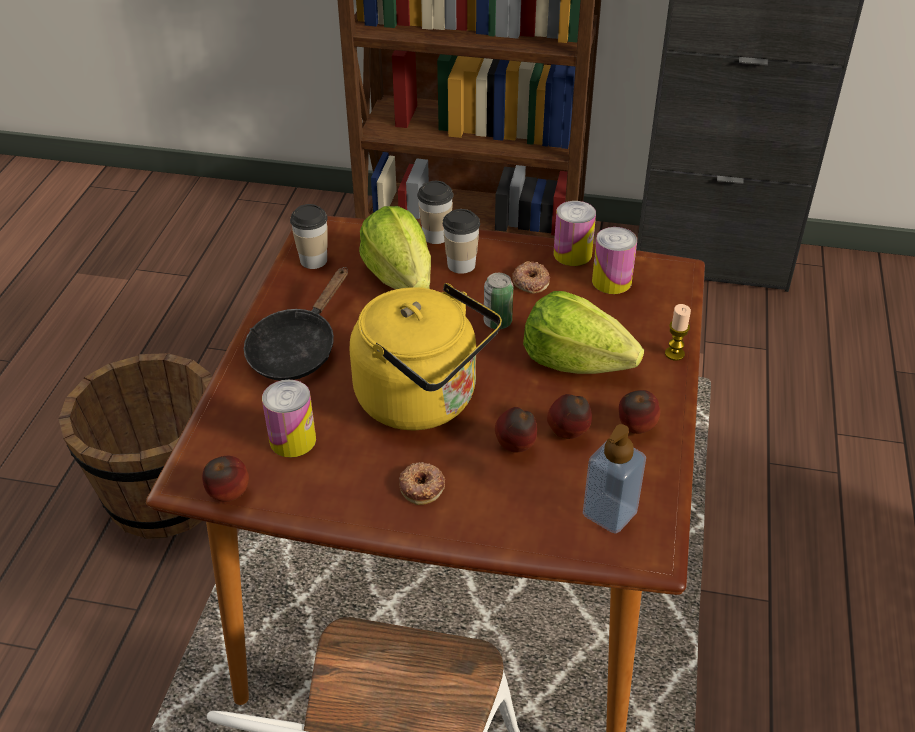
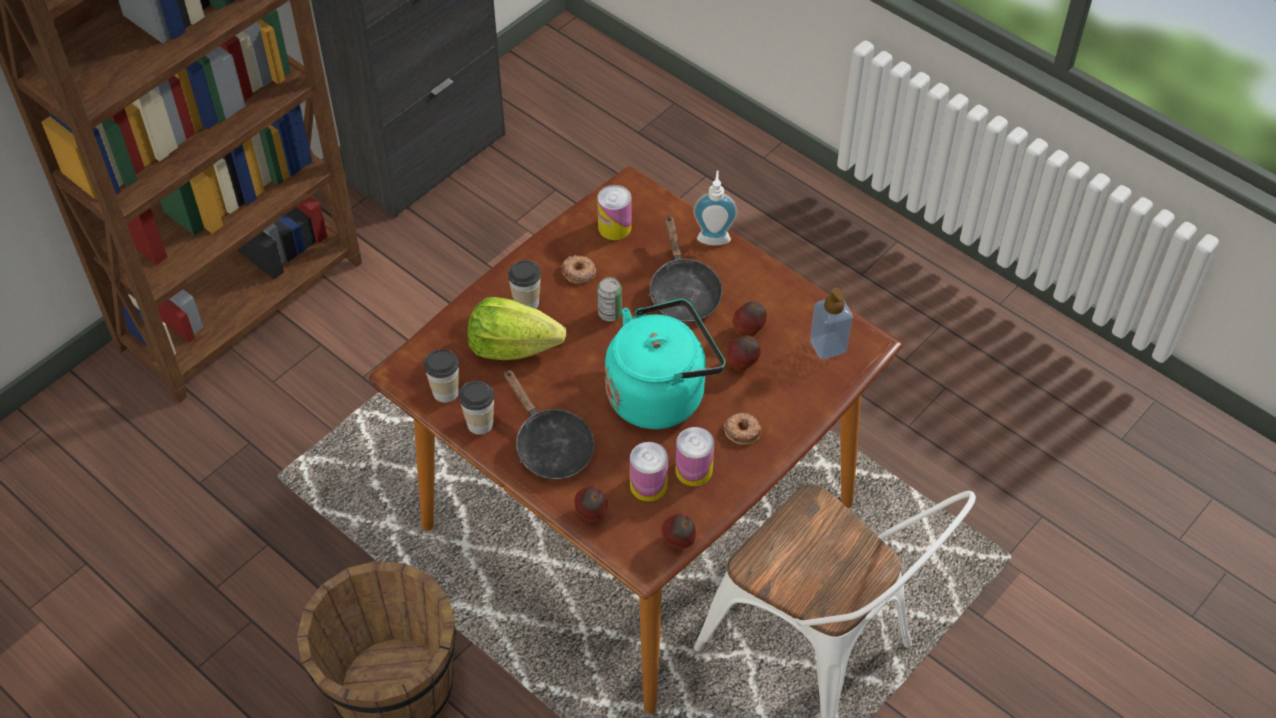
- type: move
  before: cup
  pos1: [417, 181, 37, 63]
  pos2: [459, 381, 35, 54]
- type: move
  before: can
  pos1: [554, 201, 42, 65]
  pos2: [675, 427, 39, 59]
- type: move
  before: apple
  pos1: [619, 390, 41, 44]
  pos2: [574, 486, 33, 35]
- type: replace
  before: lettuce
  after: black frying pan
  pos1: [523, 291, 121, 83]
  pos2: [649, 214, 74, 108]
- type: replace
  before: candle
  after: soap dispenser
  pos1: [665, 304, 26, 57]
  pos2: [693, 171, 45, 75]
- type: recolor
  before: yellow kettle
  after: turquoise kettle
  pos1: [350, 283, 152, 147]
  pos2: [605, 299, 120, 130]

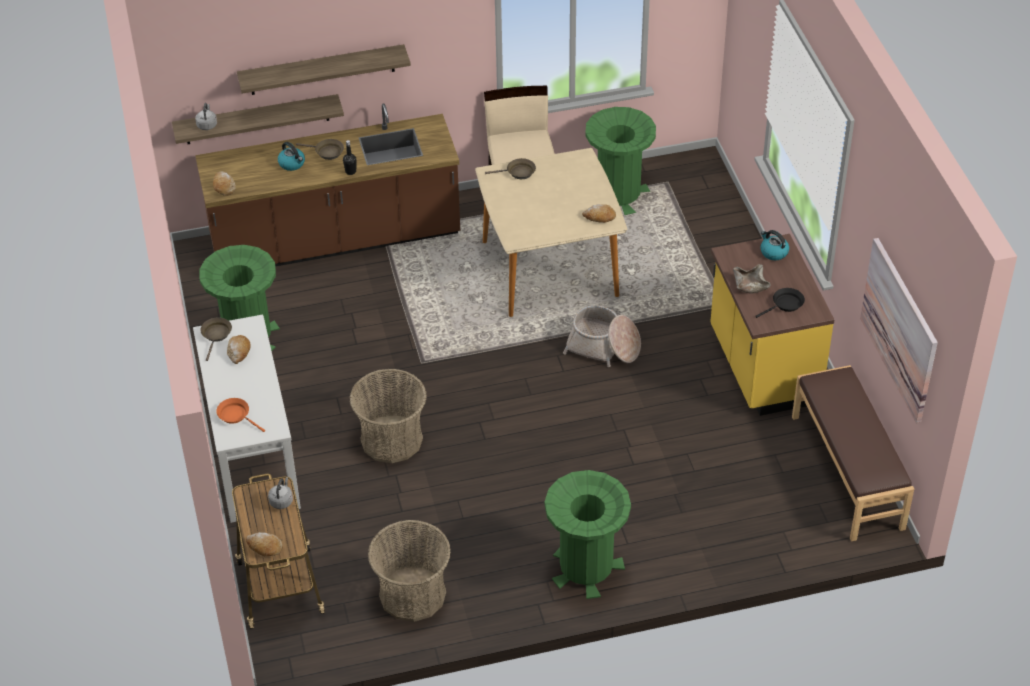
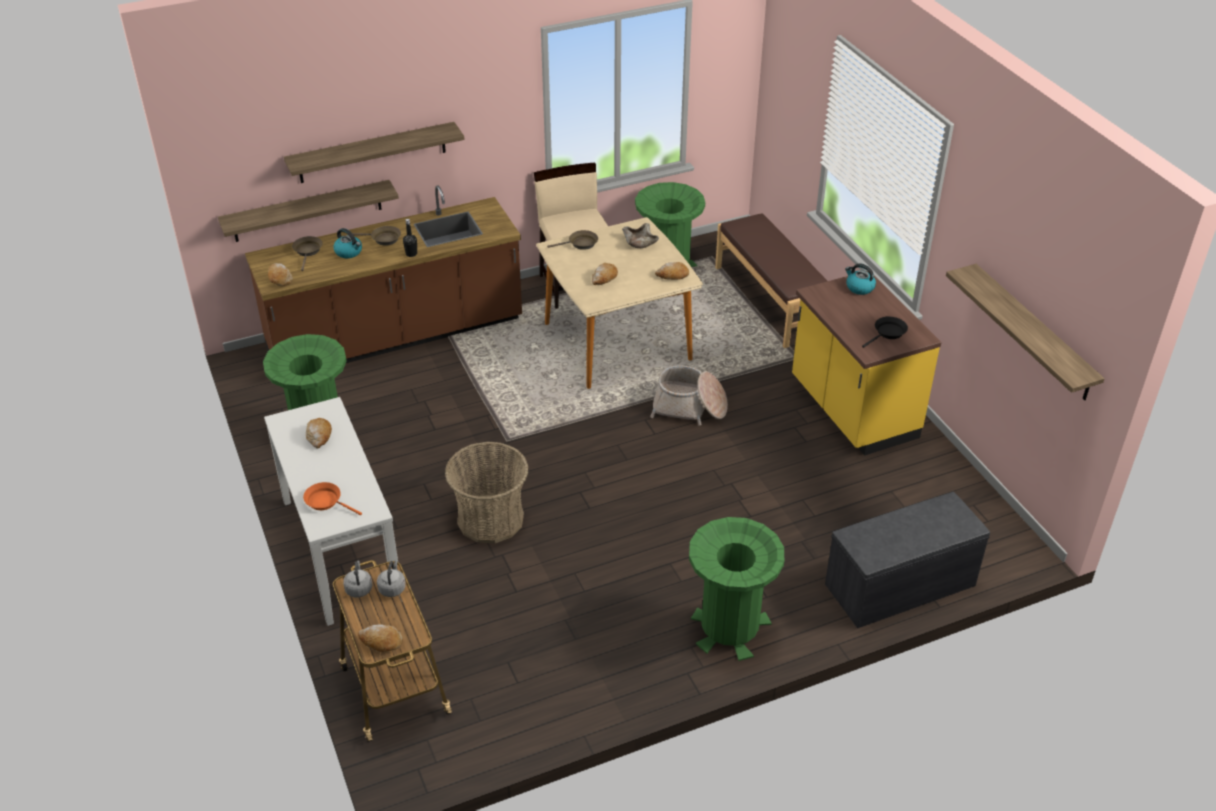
- type: delete
  before: basket
  pos1: [368, 520, 83, 102]
- type: insert
  after: bread
  pos2: [592, 263, 26, 22]
- type: insert
  after: grey bench
  pos2: [825, 492, 165, 136]
- type: move
  before: grey kettle
  pos1: [195, 103, 22, 27]
  pos2: [343, 561, 30, 37]
- type: move
  before: brown frying pan
  pos1: [200, 317, 32, 44]
  pos2: [292, 236, 30, 35]
- type: move
  before: beige bowl
  pos1: [733, 264, 38, 30]
  pos2: [622, 223, 37, 25]
- type: move
  before: brown bench
  pos1: [792, 365, 122, 176]
  pos2: [715, 213, 112, 135]
- type: replace
  before: picture
  after: shelf
  pos1: [860, 238, 78, 185]
  pos2: [946, 264, 159, 136]

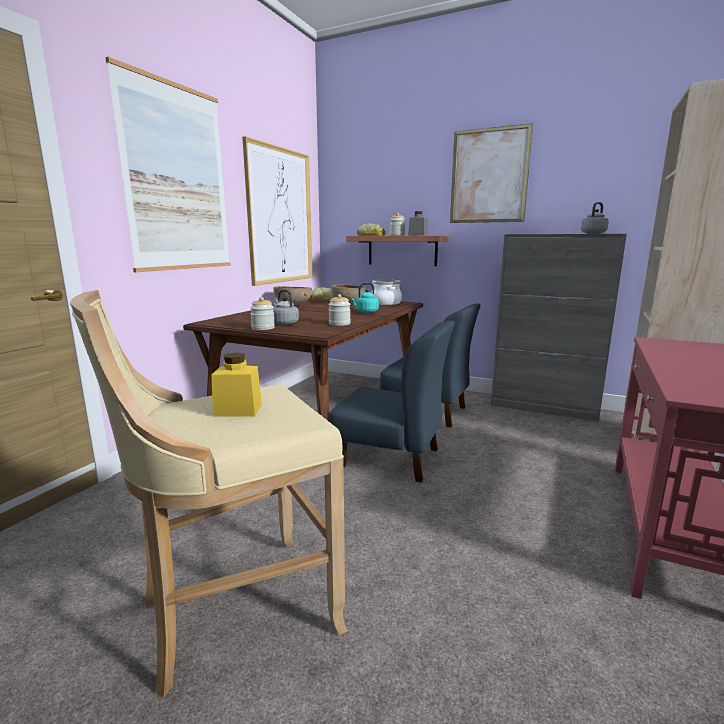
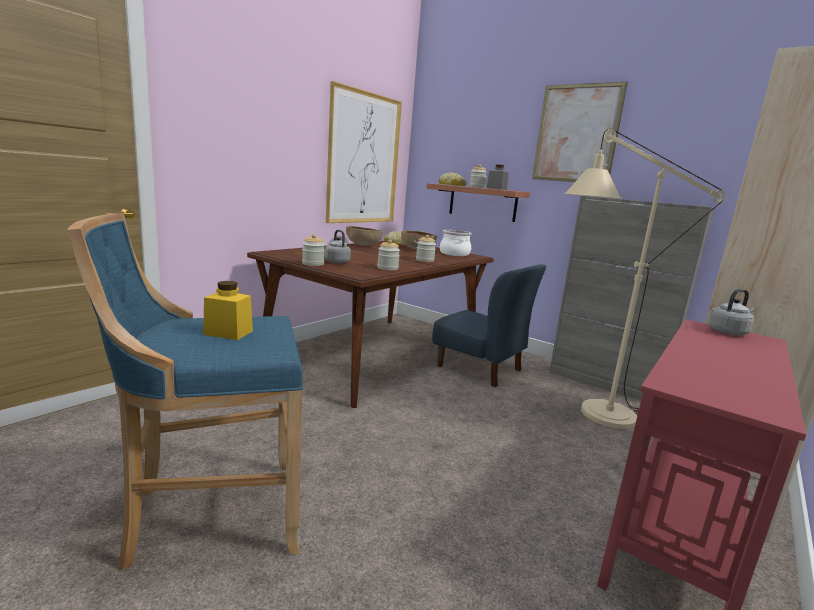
- type: delete
  before: picture
  pos1: [105, 57, 126, 215]
- type: delete
  before: blue chair
  pos1: [329, 321, 126, 162]
- type: insert
  after: beige floor lamp
  pos2: [564, 129, 161, 300]
- type: move
  before: grey kettle
  pos1: [581, 202, 28, 32]
  pos2: [708, 289, 47, 46]
- type: replace
  before: turquoise kettle
  after: jar
  pos1: [350, 283, 29, 30]
  pos2: [416, 235, 20, 27]
- type: recolor
  before: beige stool
  after: blue stool
  pos1: [70, 290, 277, 407]
  pos2: [68, 213, 235, 357]

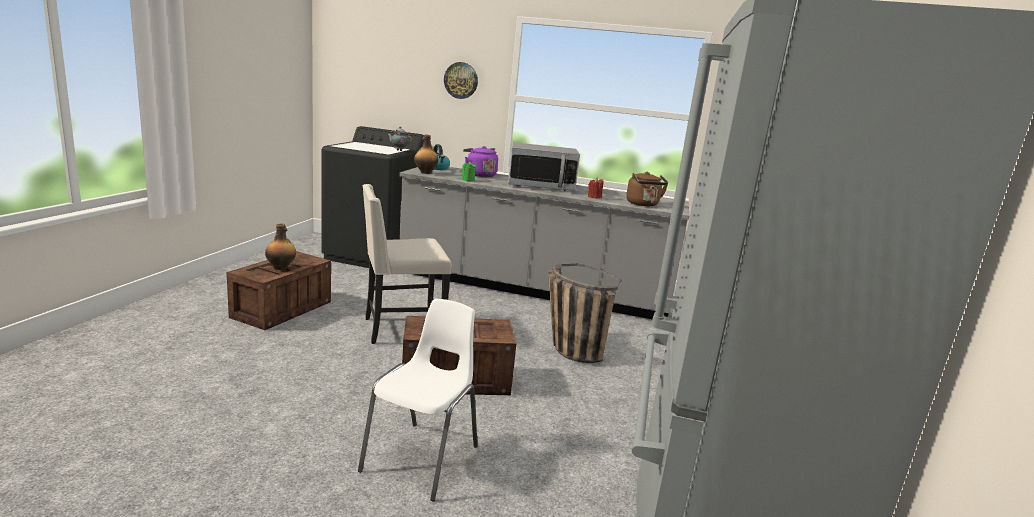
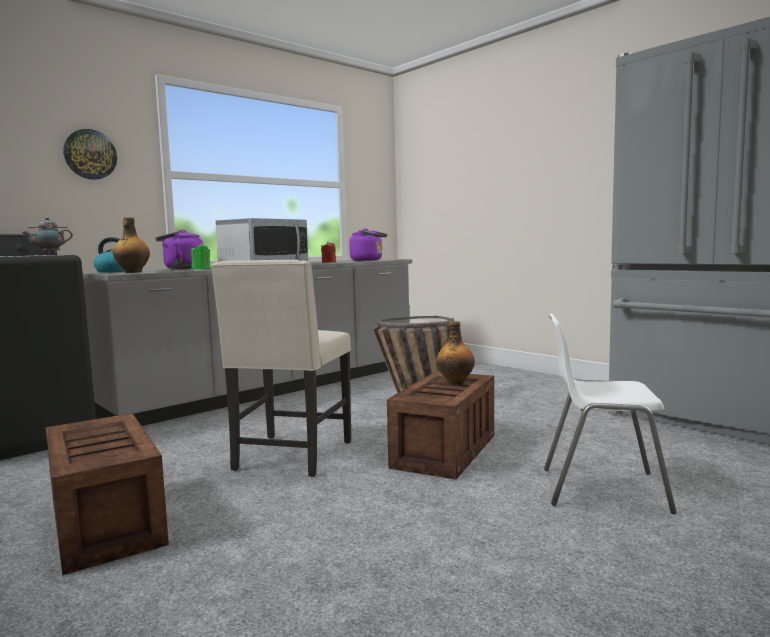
- type: move
  before: bottle
  pos1: [265, 223, 31, 47]
  pos2: [436, 321, 39, 64]
- type: recolor
  before: brown kettle
  after: purple kettle
  pos1: [626, 172, 42, 34]
  pos2: [349, 228, 38, 33]
- type: rotate
  before: white chair
  pos1: [358, 299, 120, 202]
  pos2: [544, 313, 132, 201]
  turn: -45

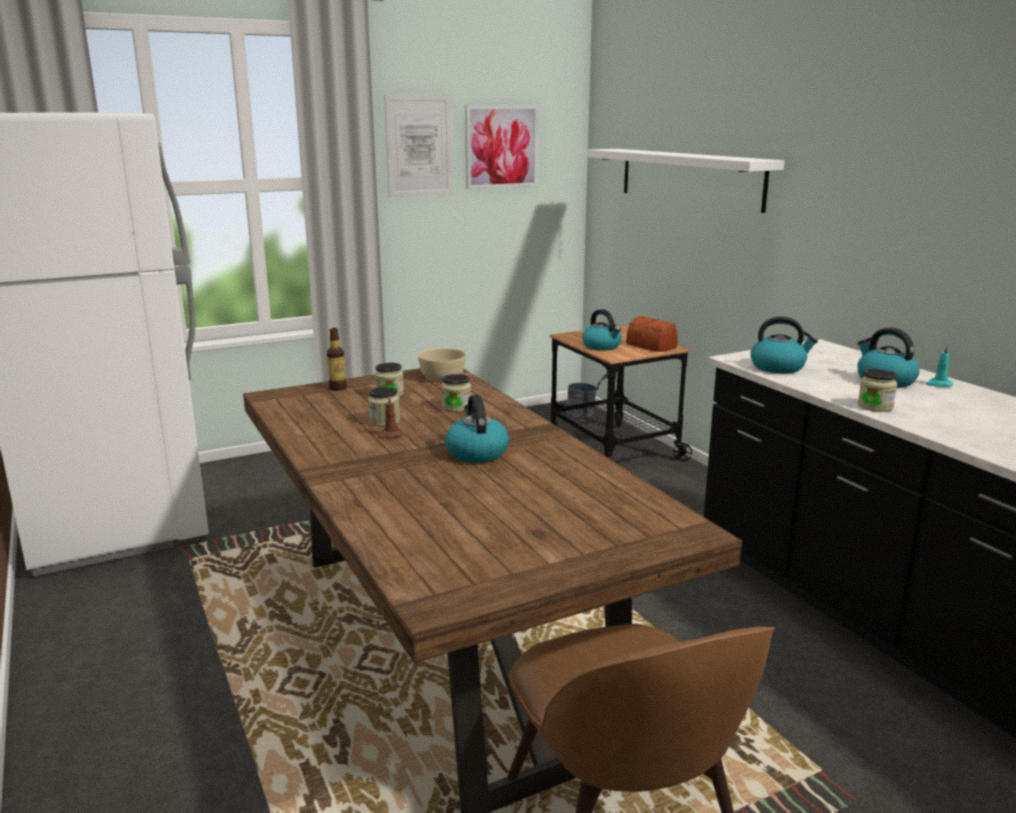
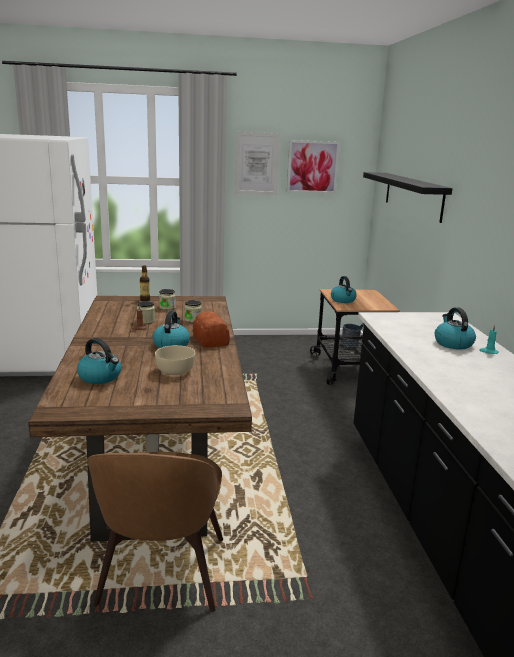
- type: delete
  before: jar
  pos1: [858, 369, 39, 43]
- type: move
  before: beige bowl
  pos1: [418, 348, 48, 33]
  pos2: [155, 345, 40, 30]
- type: move
  before: bread
  pos1: [626, 316, 52, 36]
  pos2: [193, 311, 37, 36]
- type: move
  before: kettle
  pos1: [751, 316, 67, 57]
  pos2: [77, 338, 44, 46]
- type: recolor
  before: white shelf
  after: black shelf
  pos1: [588, 149, 197, 64]
  pos2: [363, 172, 90, 51]

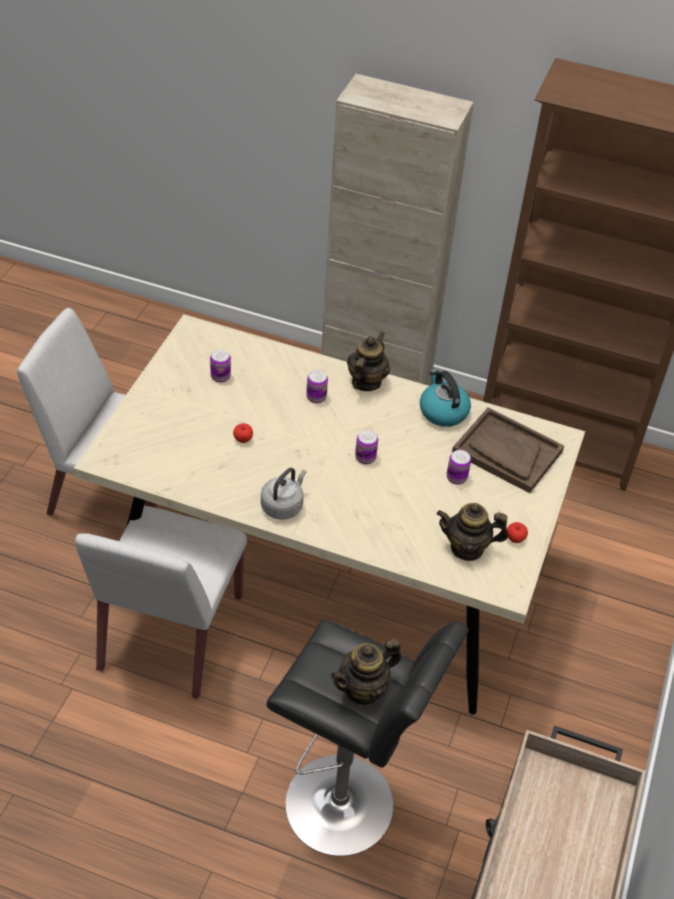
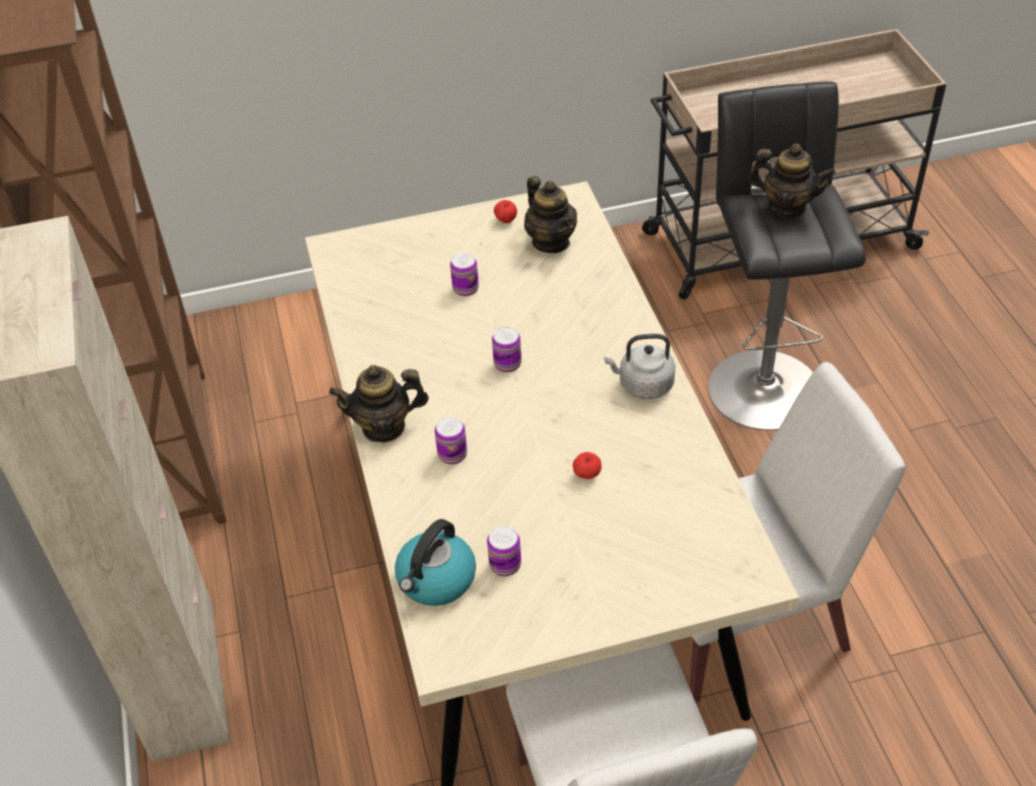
- type: delete
  before: brown tray
  pos1: [452, 408, 112, 85]
- type: move
  before: kettle
  pos1: [420, 370, 51, 57]
  pos2: [395, 519, 81, 87]

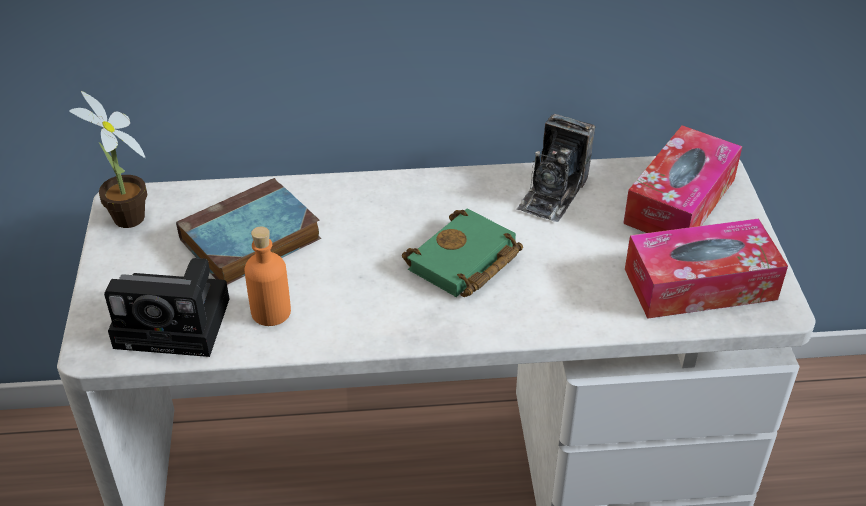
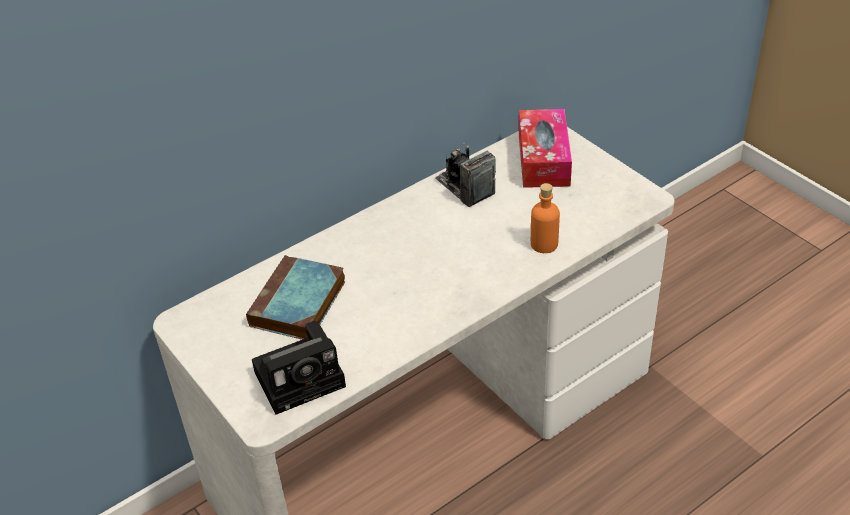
- type: delete
  before: potted plant
  pos1: [69, 91, 78, 137]
- type: delete
  before: green book
  pos1: [402, 208, 121, 89]
- type: delete
  before: tissue box
  pos1: [625, 218, 163, 101]
- type: move
  before: orange bottle
  pos1: [244, 227, 47, 99]
  pos2: [531, 183, 29, 70]
- type: rotate
  before: photo camera
  pos1: [516, 114, 79, 108]
  pos2: [435, 143, 61, 64]
  turn: 150

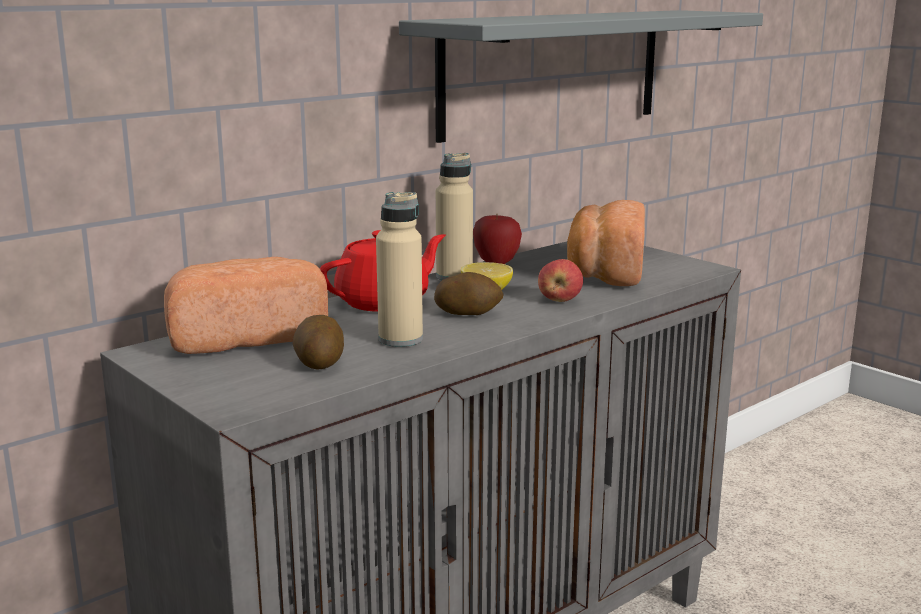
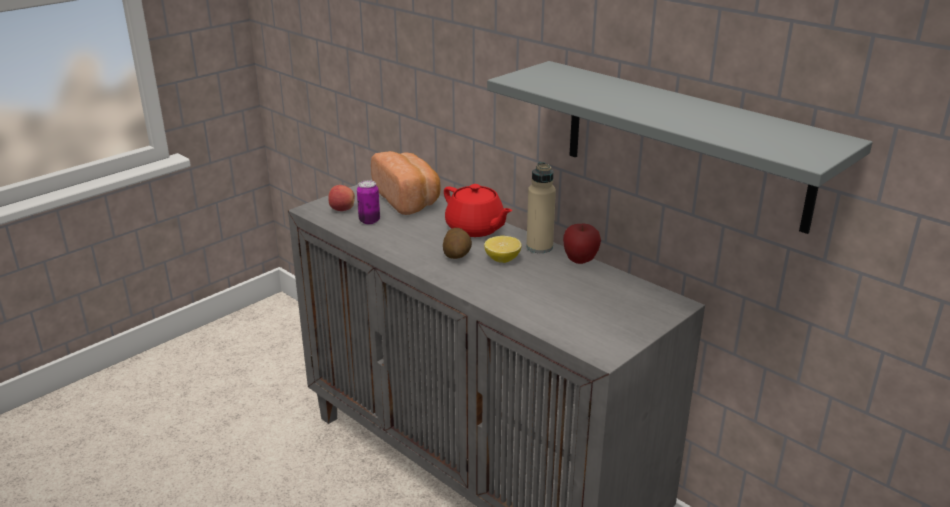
- type: delete
  before: beige bottle
  pos1: [376, 192, 47, 155]
- type: delete
  before: bread
  pos1: [567, 200, 78, 86]
- type: move
  before: apple
  pos1: [538, 259, 45, 43]
  pos2: [328, 185, 27, 26]
- type: replace
  before: potato
  after: can
  pos1: [292, 315, 52, 55]
  pos2: [357, 180, 23, 44]

